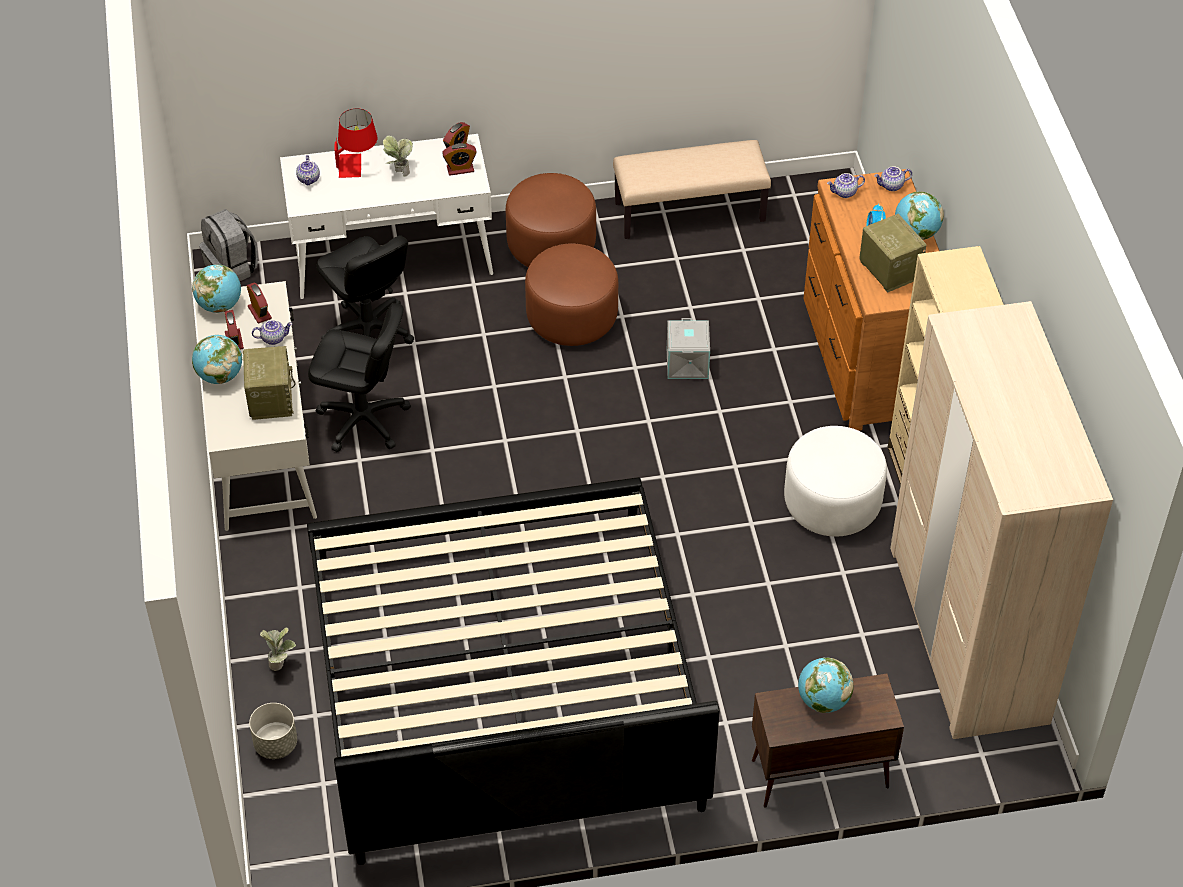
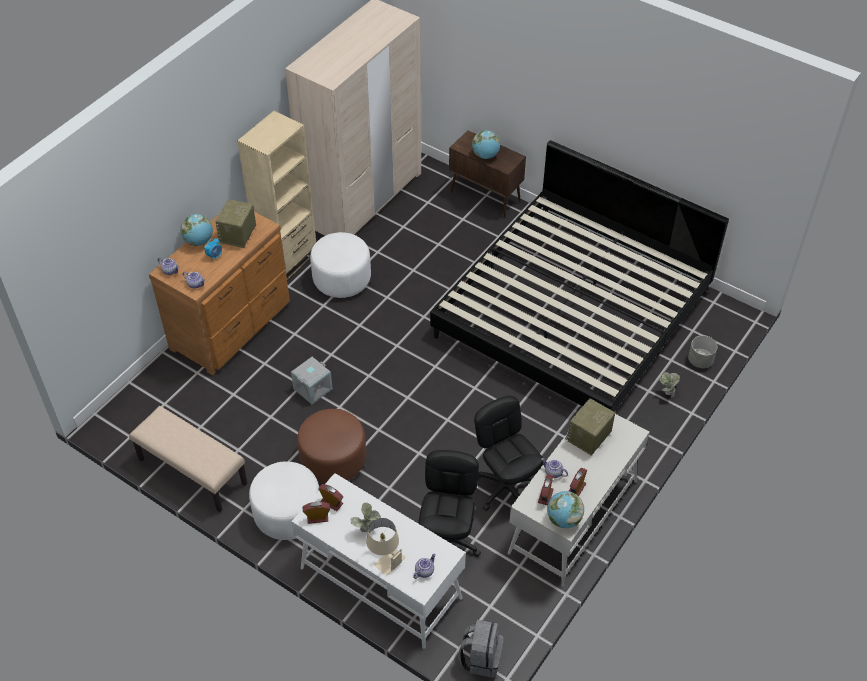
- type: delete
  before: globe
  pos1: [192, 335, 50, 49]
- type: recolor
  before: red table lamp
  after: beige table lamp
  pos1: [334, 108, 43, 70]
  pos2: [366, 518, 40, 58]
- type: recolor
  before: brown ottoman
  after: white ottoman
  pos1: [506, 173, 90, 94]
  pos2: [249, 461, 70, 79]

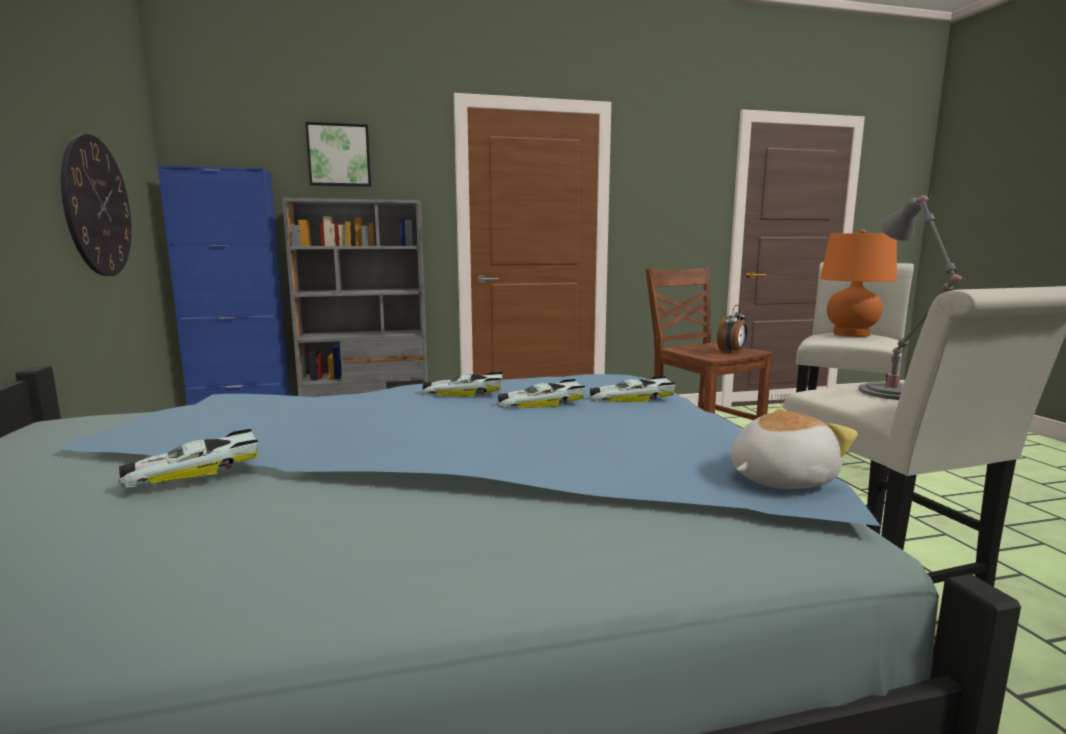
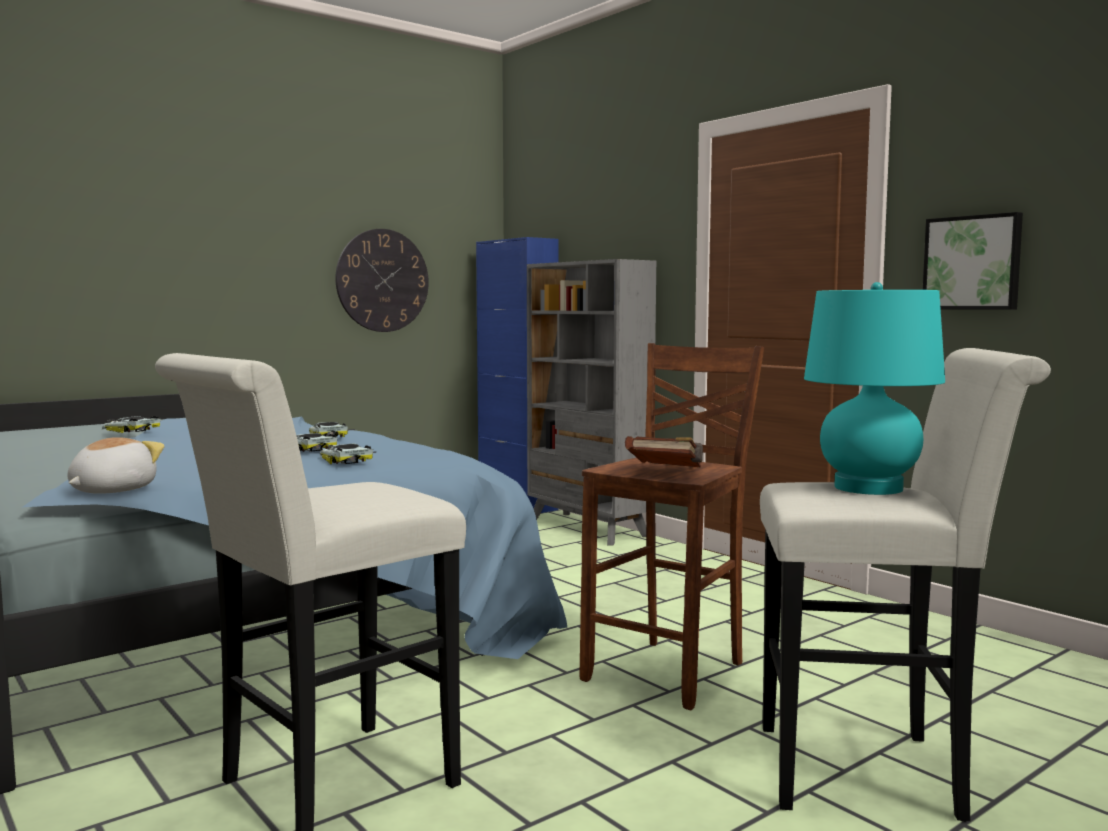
- type: delete
  before: grey table lamp
  pos1: [859, 195, 106, 205]
- type: move
  before: picture
  pos1: [305, 122, 66, 65]
  pos2: [923, 212, 100, 98]
- type: replace
  before: alarm clock
  after: brown book
  pos1: [717, 305, 30, 49]
  pos2: [625, 436, 78, 31]
- type: recolor
  before: orange table lamp
  after: turquoise table lamp
  pos1: [820, 229, 77, 108]
  pos2: [804, 282, 141, 213]
- type: rotate
  before: plush toy
  pos1: [731, 408, 127, 81]
  pos2: [67, 437, 98, 57]
  turn: -105

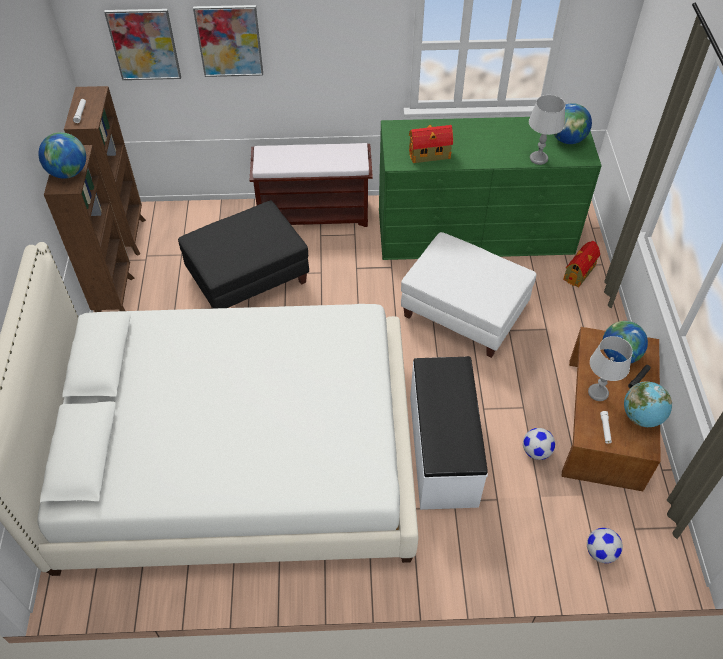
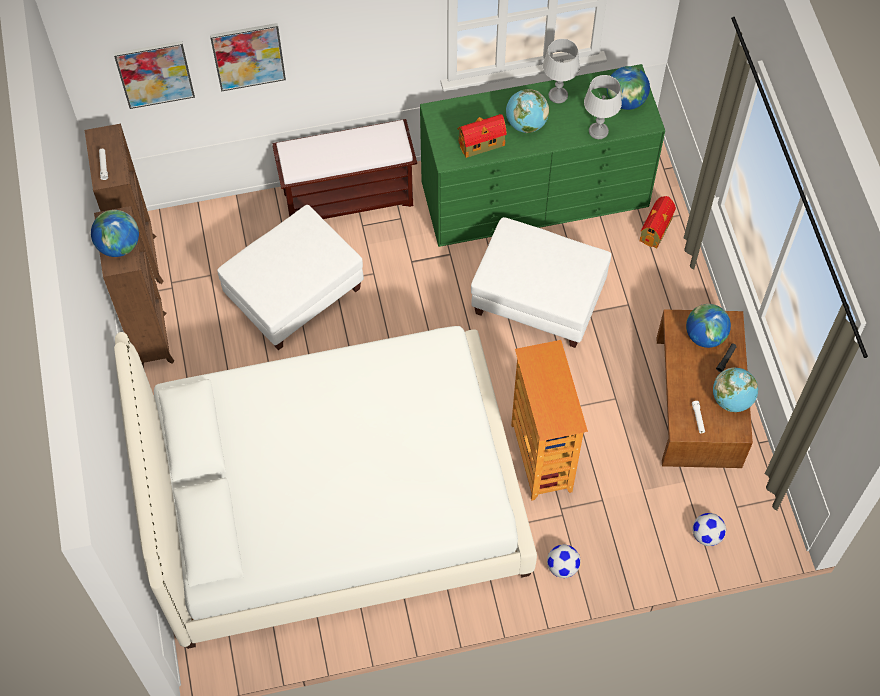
- type: insert
  after: globe
  pos2: [506, 89, 43, 44]
- type: move
  before: football
  pos1: [523, 428, 32, 32]
  pos2: [547, 544, 33, 34]
- type: move
  before: grey table lamp
  pos1: [588, 336, 45, 65]
  pos2: [543, 39, 37, 64]
- type: replace
  before: white bench
  after: bookcase
  pos1: [410, 356, 78, 154]
  pos2: [511, 340, 77, 161]
- type: recolor
  before: black ottoman
  after: white ottoman
  pos1: [178, 201, 131, 108]
  pos2: [217, 205, 147, 145]

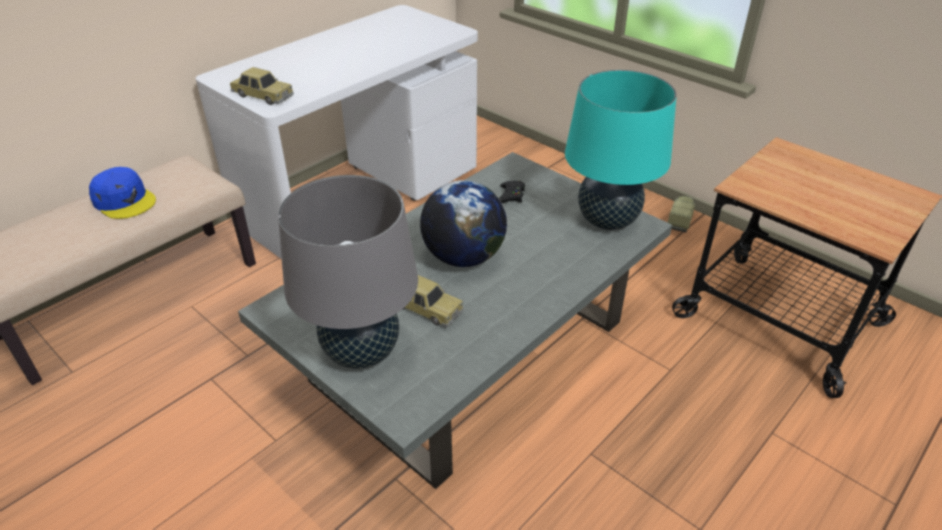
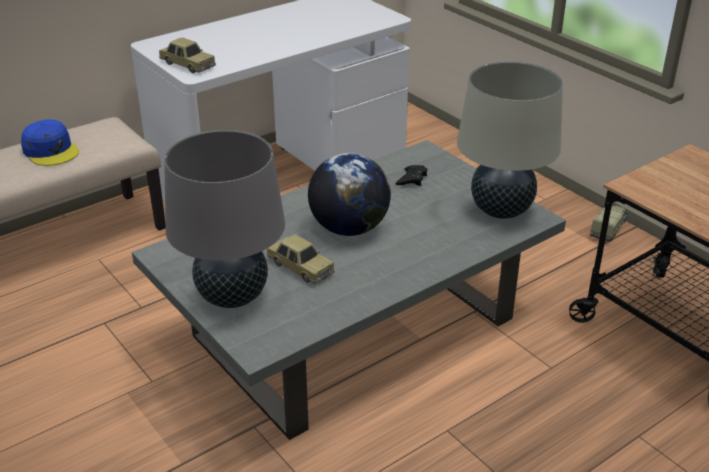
- type: recolor
  before: turquoise table lamp
  after: beige table lamp
  pos1: [565, 70, 112, 160]
  pos2: [457, 61, 106, 158]

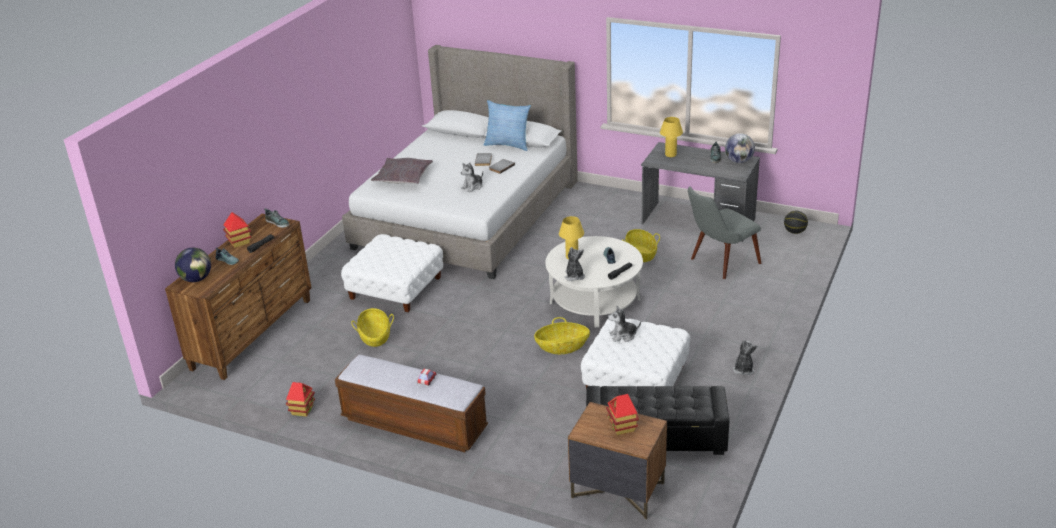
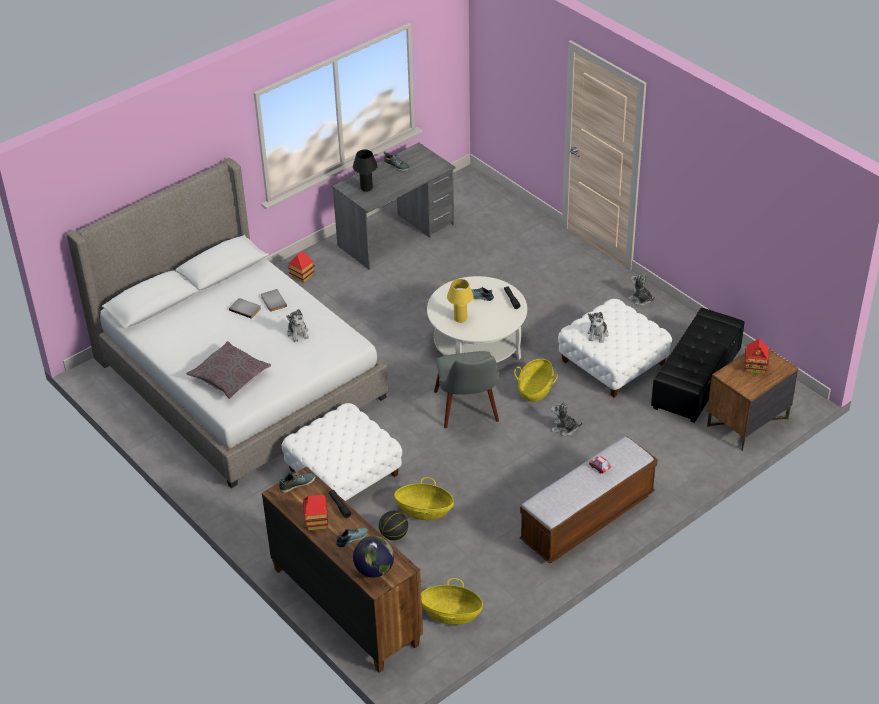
- type: delete
  before: pillow
  pos1: [484, 100, 47, 51]
- type: delete
  before: globe
  pos1: [725, 133, 30, 30]
- type: move
  before: toy house
  pos1: [286, 382, 29, 35]
  pos2: [288, 251, 27, 32]
- type: move
  before: plush toy
  pos1: [565, 247, 20, 34]
  pos2: [551, 400, 31, 36]
- type: move
  before: basket
  pos1: [622, 229, 38, 33]
  pos2: [421, 578, 62, 47]
- type: move
  before: grey chair
  pos1: [688, 186, 73, 93]
  pos2: [434, 351, 65, 77]
- type: move
  before: basketball
  pos1: [784, 211, 24, 23]
  pos2: [379, 511, 29, 29]
- type: recolor
  before: yellow table lamp
  after: black table lamp
  pos1: [660, 117, 23, 40]
  pos2: [353, 150, 25, 42]

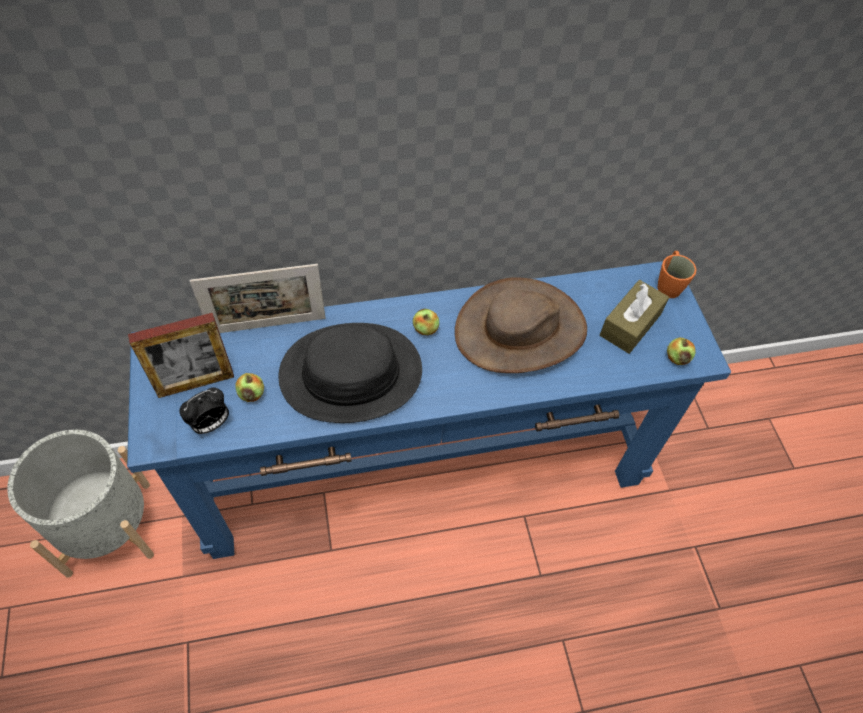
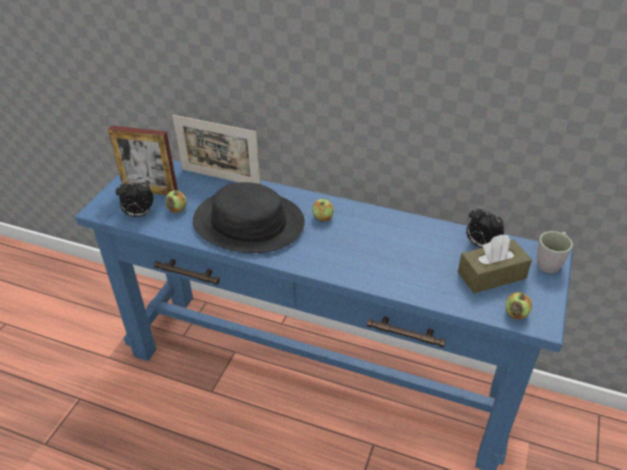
- type: delete
  before: grey planter
  pos1: [7, 430, 147, 148]
- type: delete
  before: brown hat
  pos1: [455, 277, 132, 96]
- type: insert
  after: alarm clock
  pos2: [466, 207, 38, 41]
- type: recolor
  before: orange mug
  after: grey mug
  pos1: [657, 251, 40, 47]
  pos2: [537, 231, 36, 42]

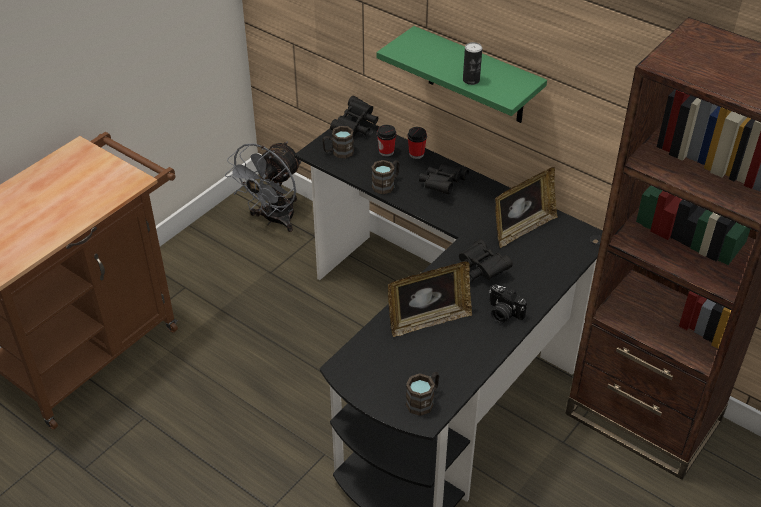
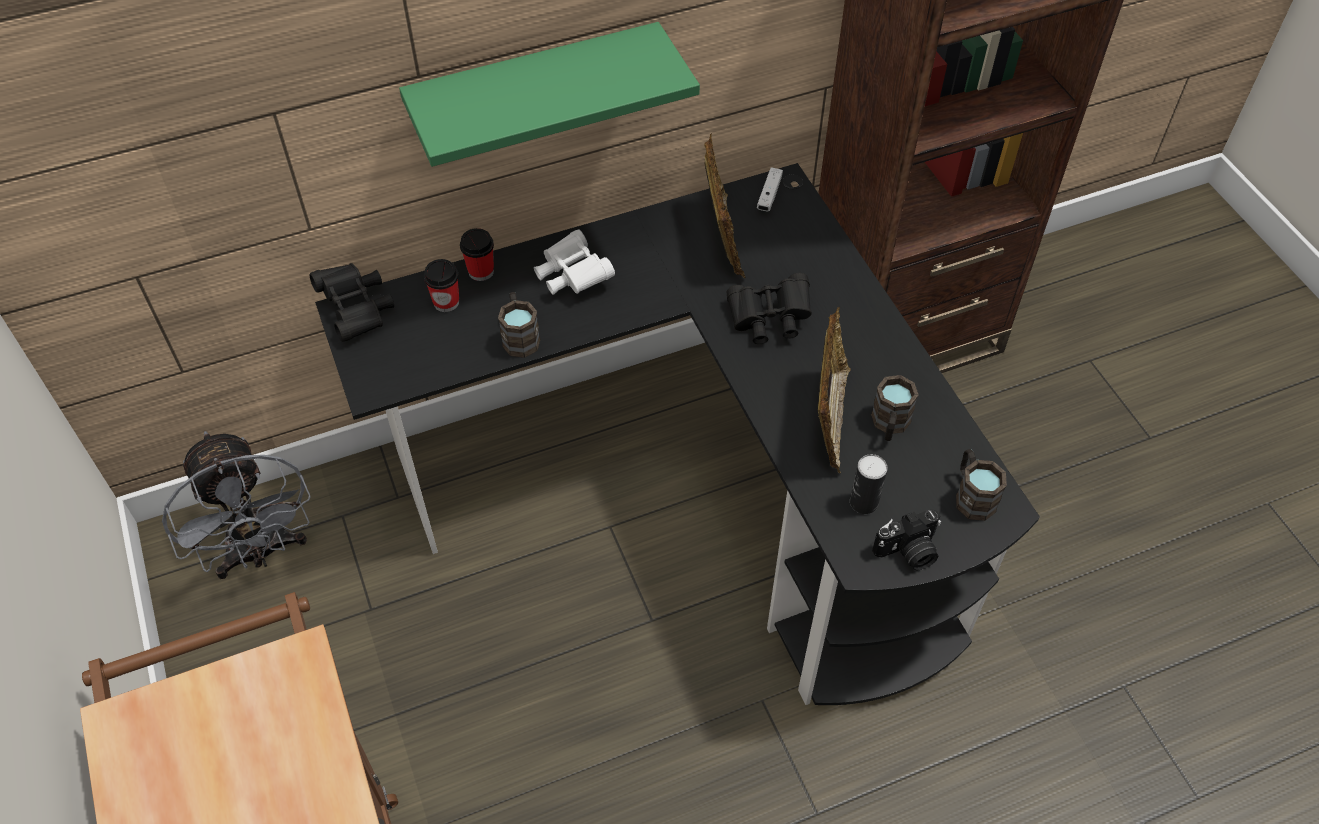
- type: insert
  after: white game controller
  pos2: [757, 167, 26, 44]
- type: move
  before: brown mug
  pos1: [322, 126, 32, 32]
  pos2: [871, 375, 48, 66]
- type: move
  before: can
  pos1: [463, 42, 19, 43]
  pos2: [850, 454, 37, 60]
- type: move
  before: photo camera
  pos1: [489, 285, 38, 38]
  pos2: [872, 509, 69, 61]
- type: recolor
  before: black binoculars
  after: white binoculars
  pos1: [419, 164, 50, 30]
  pos2: [534, 229, 81, 66]

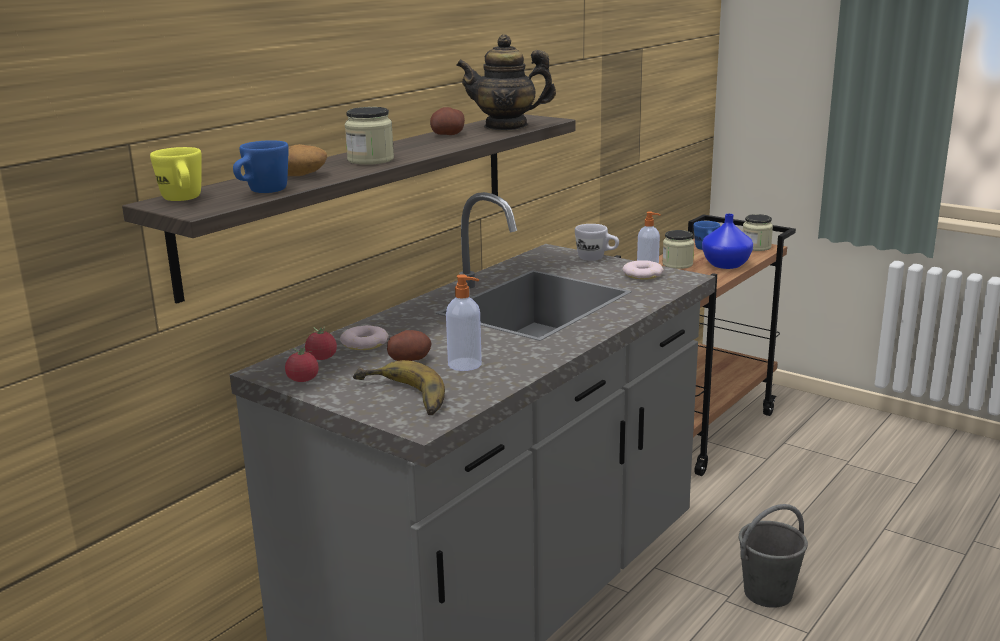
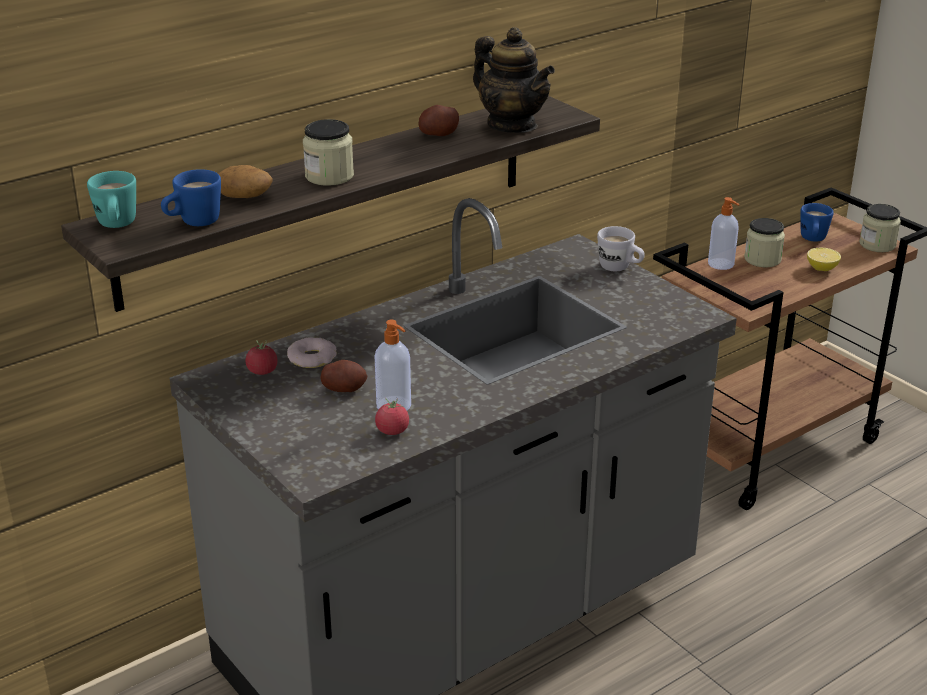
- type: delete
  before: banana
  pos1: [353, 360, 92, 55]
- type: delete
  before: donut
  pos1: [622, 260, 42, 20]
- type: delete
  before: grey bucket
  pos1: [739, 504, 69, 104]
- type: move
  before: tomato
  pos1: [285, 345, 34, 37]
  pos2: [375, 397, 34, 38]
- type: replace
  before: blue vase
  after: lemon
  pos1: [702, 214, 51, 55]
  pos2: [807, 248, 34, 23]
- type: recolor
  before: yellow mug
  after: turquoise mug
  pos1: [150, 147, 52, 54]
  pos2: [87, 171, 49, 57]
- type: rotate
  before: teapot
  pos1: [456, 34, 100, 97]
  pos2: [473, 27, 82, 106]
  turn: -150

